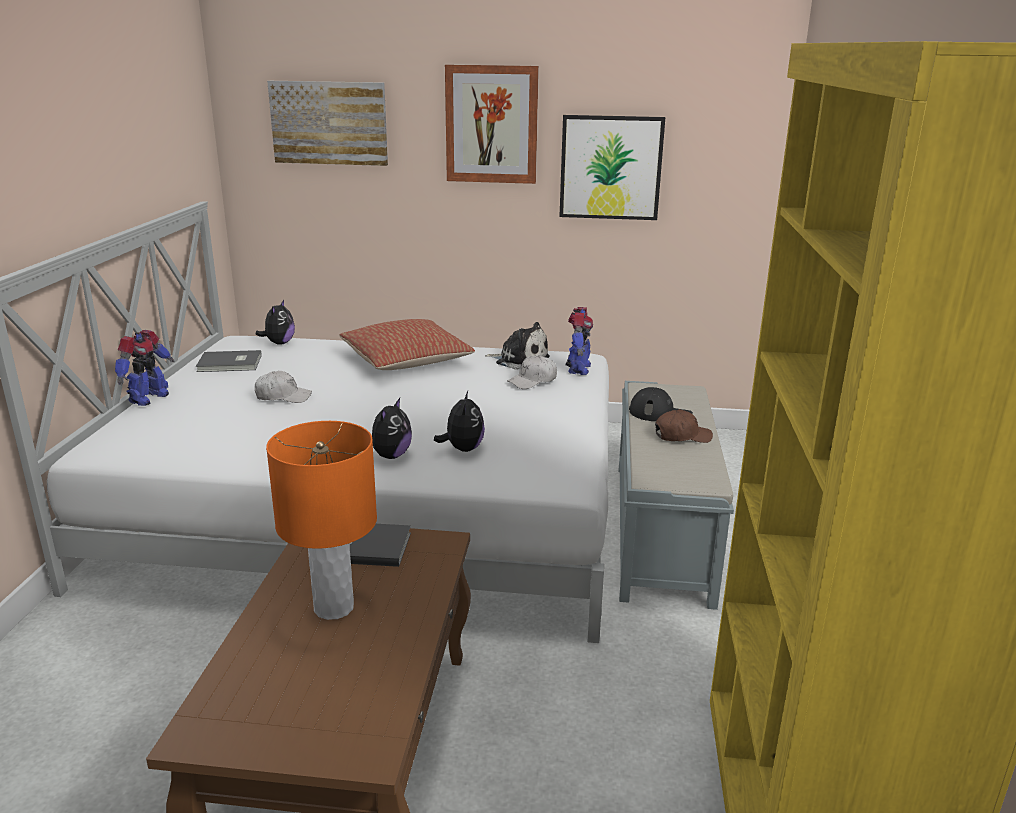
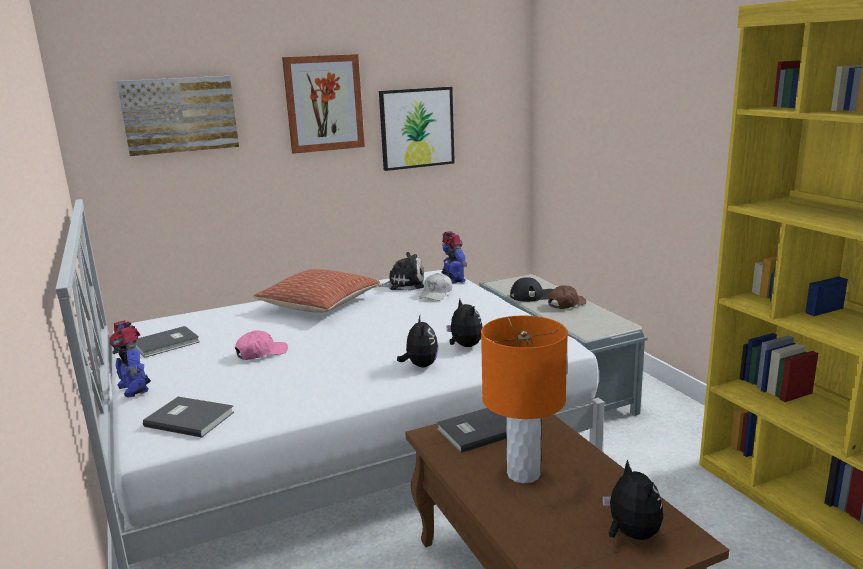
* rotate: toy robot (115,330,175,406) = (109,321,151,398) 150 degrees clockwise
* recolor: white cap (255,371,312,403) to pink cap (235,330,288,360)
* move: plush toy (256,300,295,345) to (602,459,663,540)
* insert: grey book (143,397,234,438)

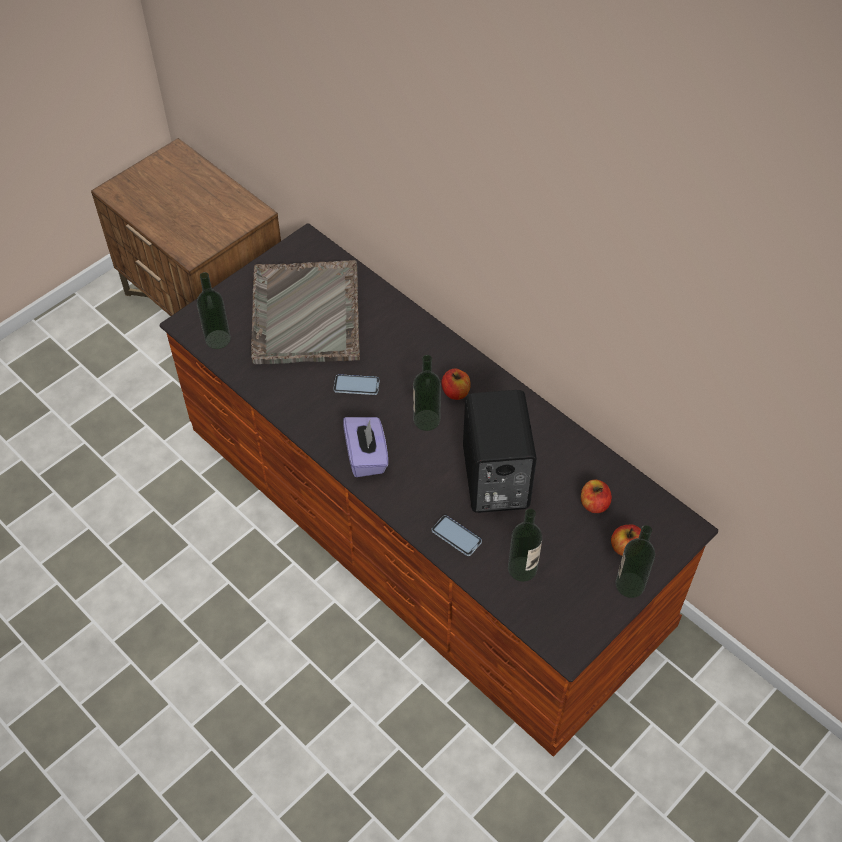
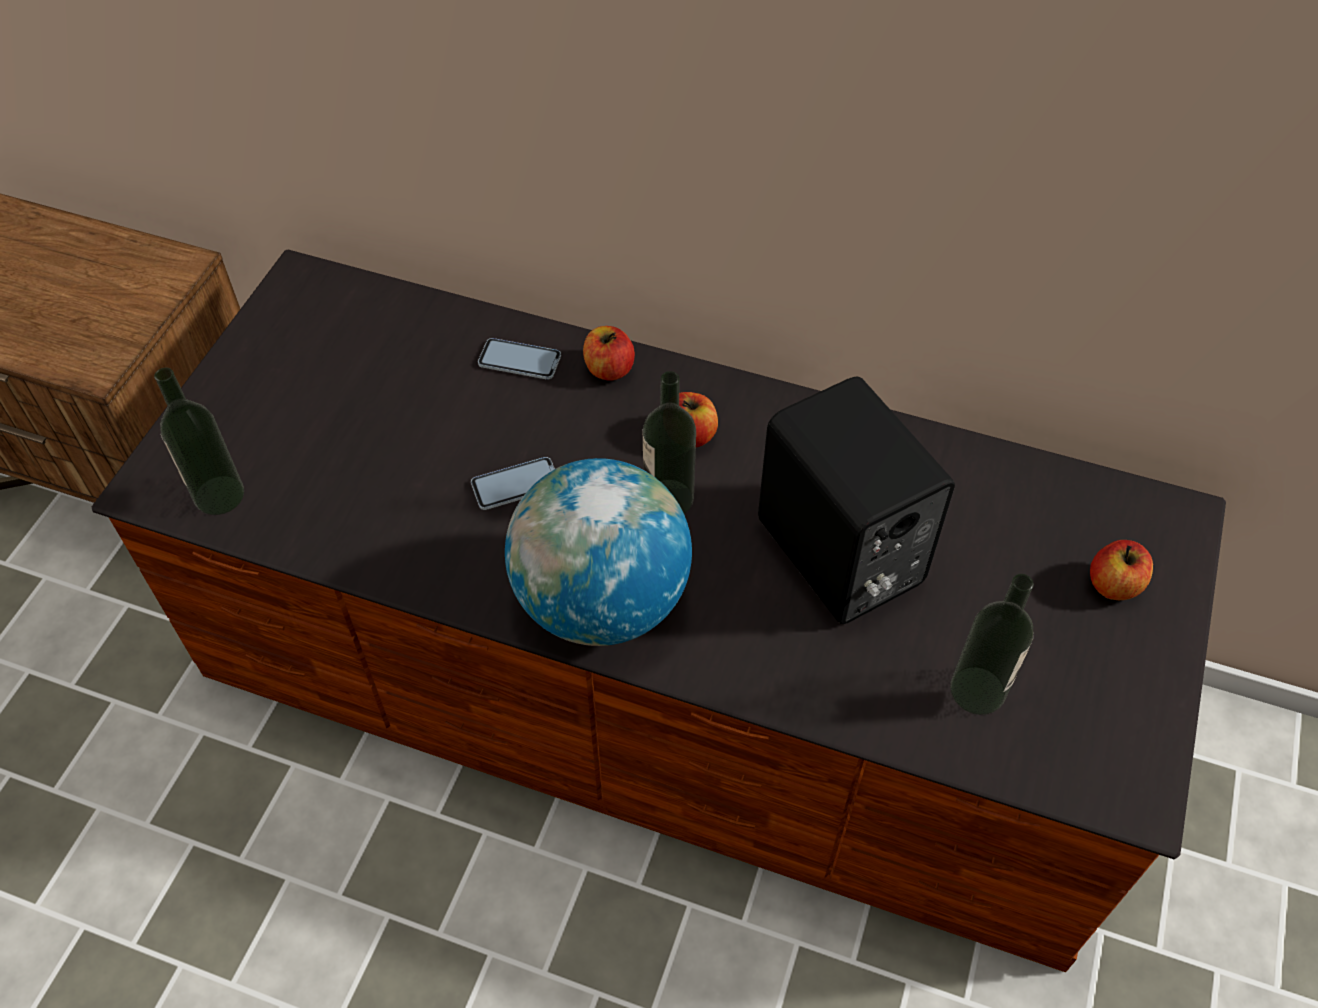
* delete: grey tray (251,260,360,364)
* replace: purple tissue box (343,417,388,477) to globe (505,458,692,646)
* move: phone (432,515,482,556) to (478,338,561,380)
* move: apple (581,480,612,513) to (583,326,635,381)
* delete: bottle (615,525,655,598)

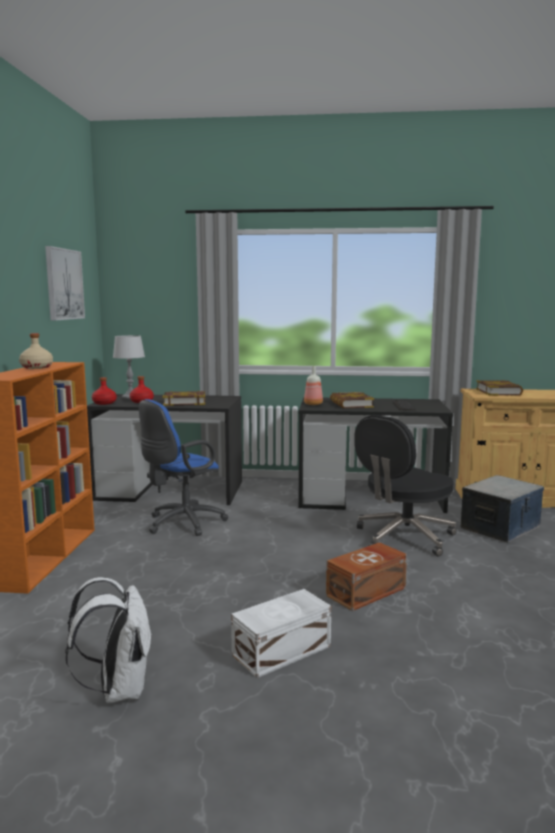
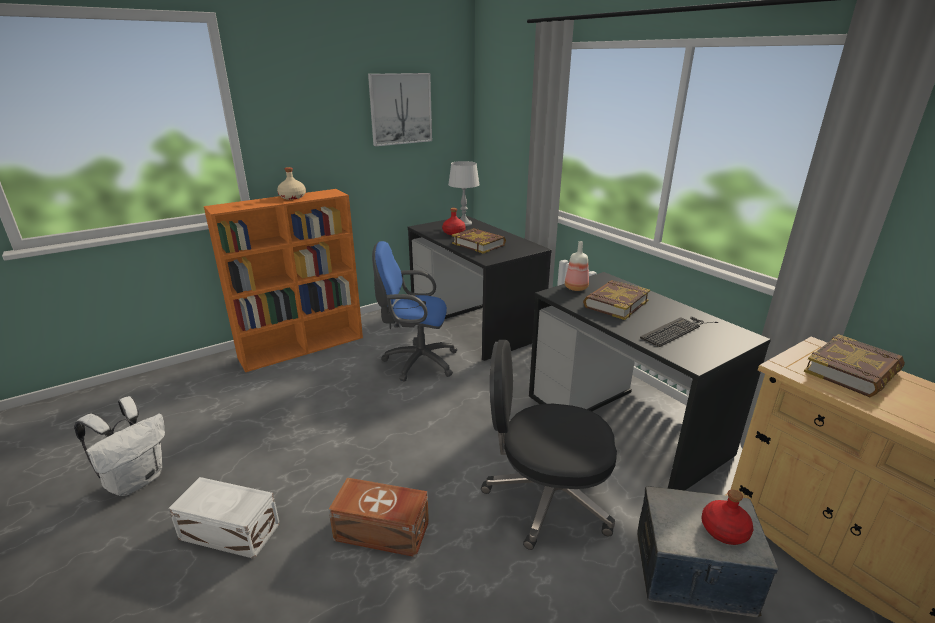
* move: red bottle (92,377,117,405) to (701,489,753,545)

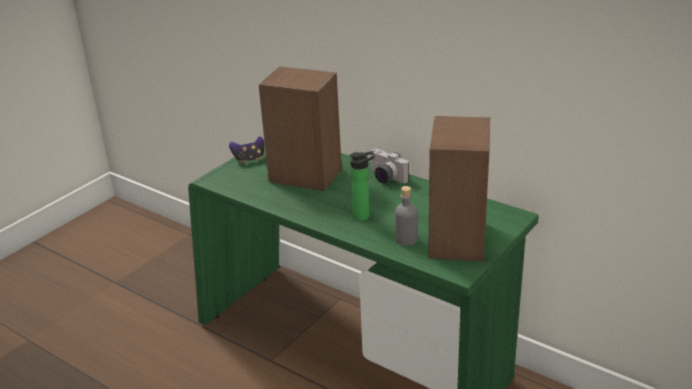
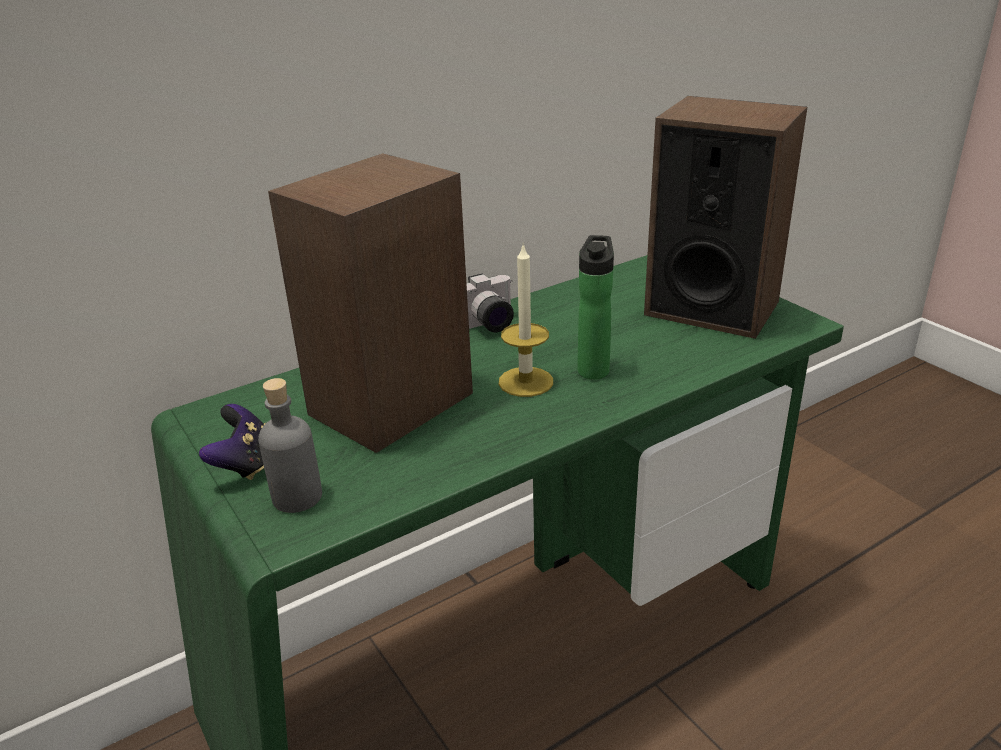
* move: grey bottle (395,186,418,246) to (258,378,322,513)
* insert: candle (499,244,553,397)

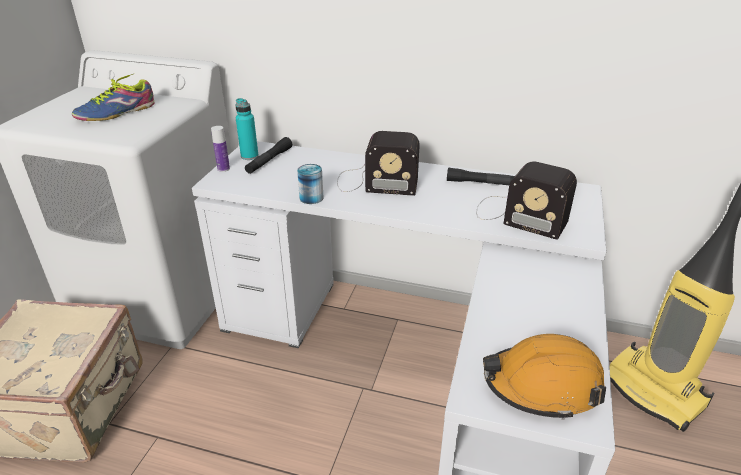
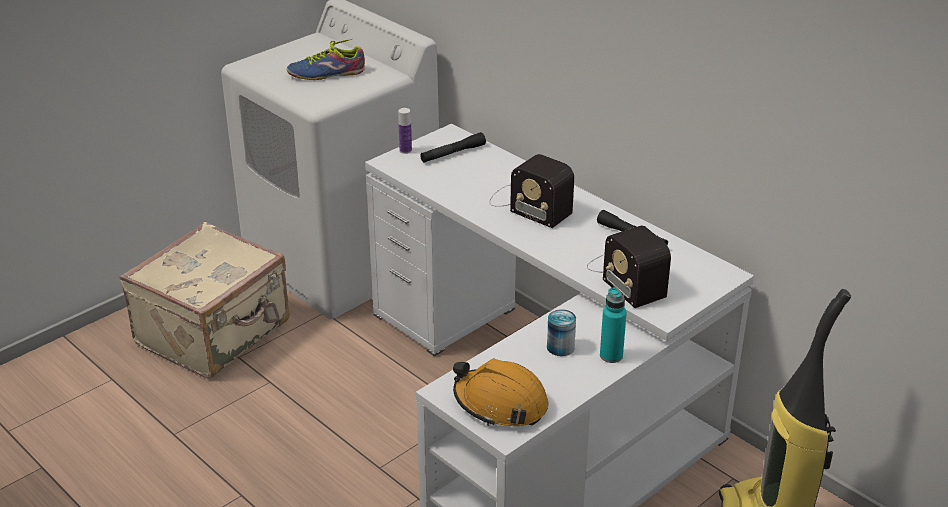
* move: turquoise bottle (236,98,259,160) to (600,288,627,363)
* move: can (297,164,324,204) to (547,309,576,356)

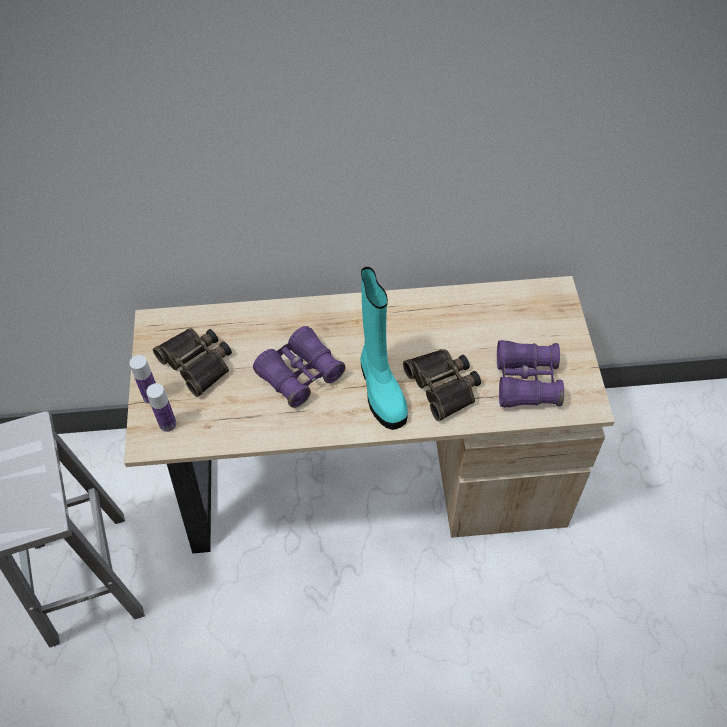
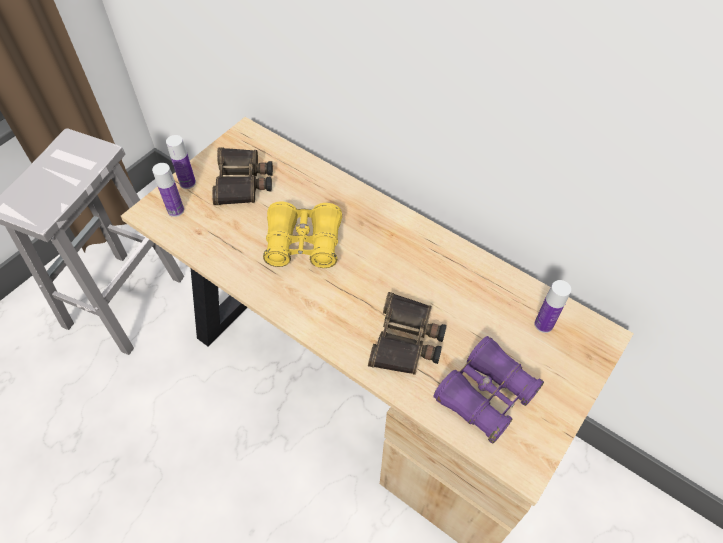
* recolor: purple binoculars (253,326,345,408) to yellow binoculars (263,202,342,268)
* delete: turquoise boot (361,267,408,430)
* insert: bottle (534,280,571,333)

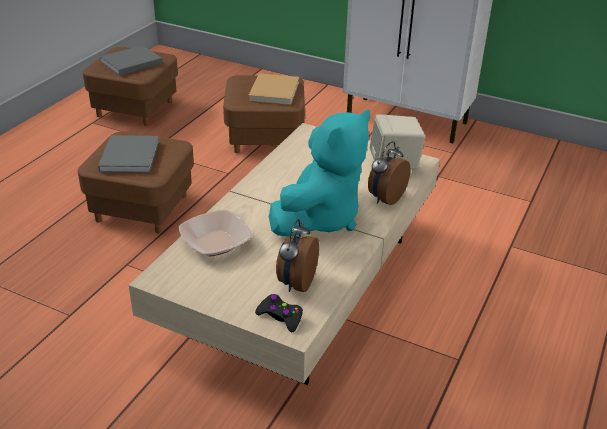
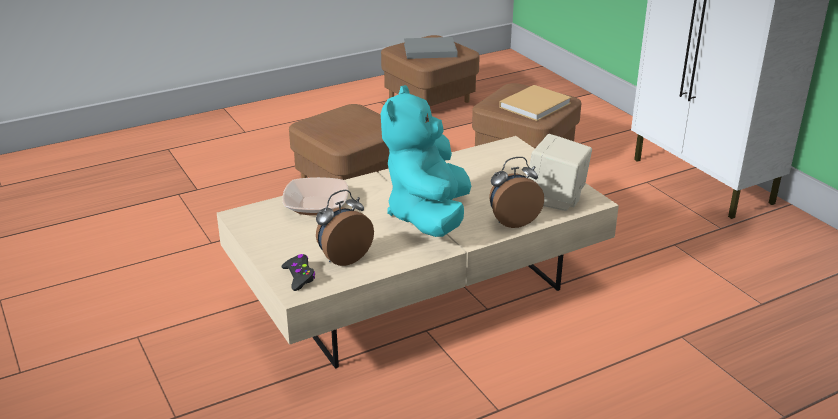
* delete: grey book (98,135,159,173)
* rotate: turquoise plush toy (269,110,370,237) = (381,85,471,237) 120 degrees clockwise

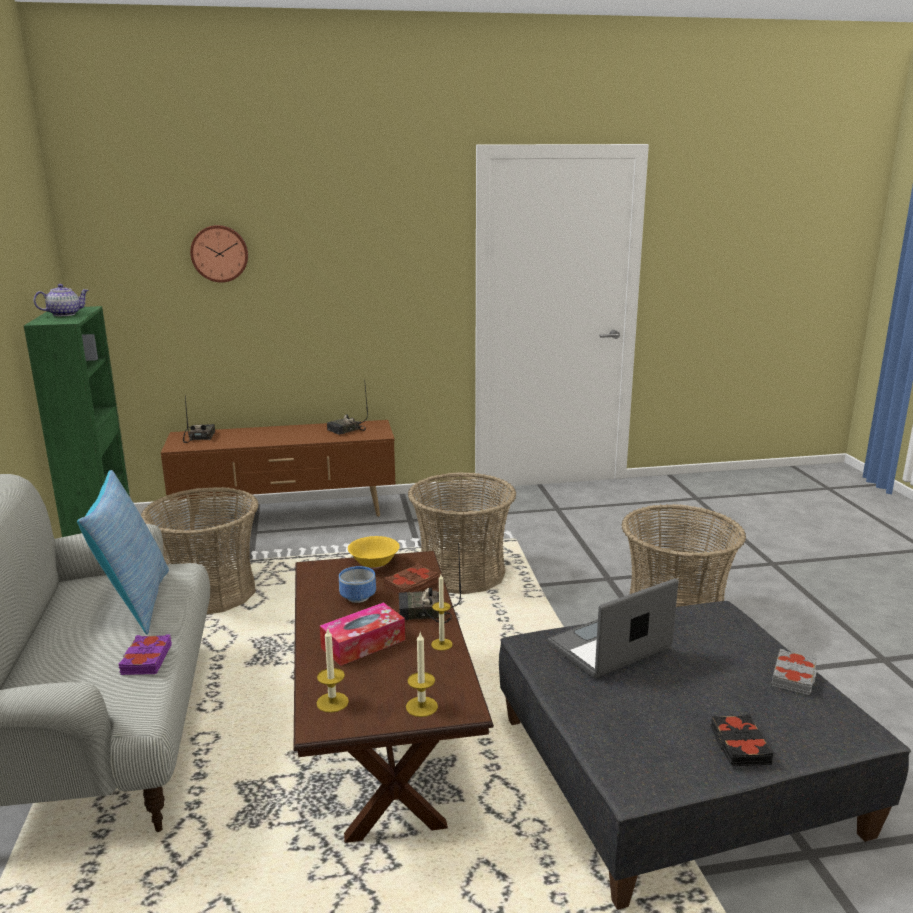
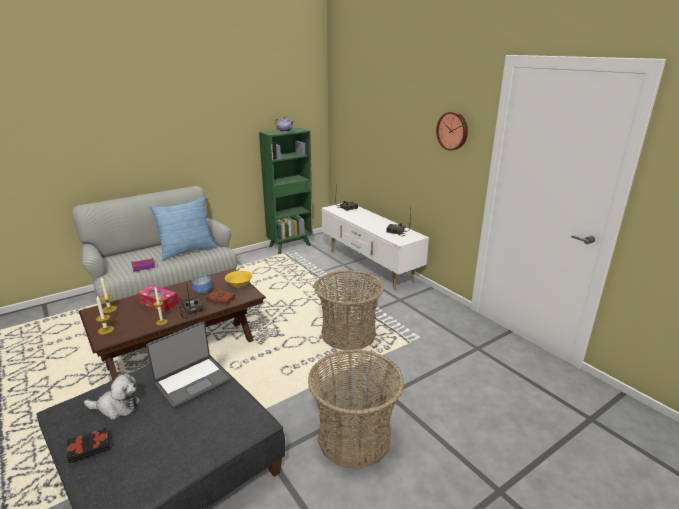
* delete: basket (141,487,259,614)
* recolor: brown tv stand (161,420,395,529) to white tv stand (322,203,429,289)
* move: wall clock (190,225,248,283) to (436,112,468,151)
* rotate: laptop (548,578,678,678) = (146,321,231,409) 105 degrees clockwise
* delete: grey book (772,649,817,695)
* insert: plush toy (84,374,140,420)

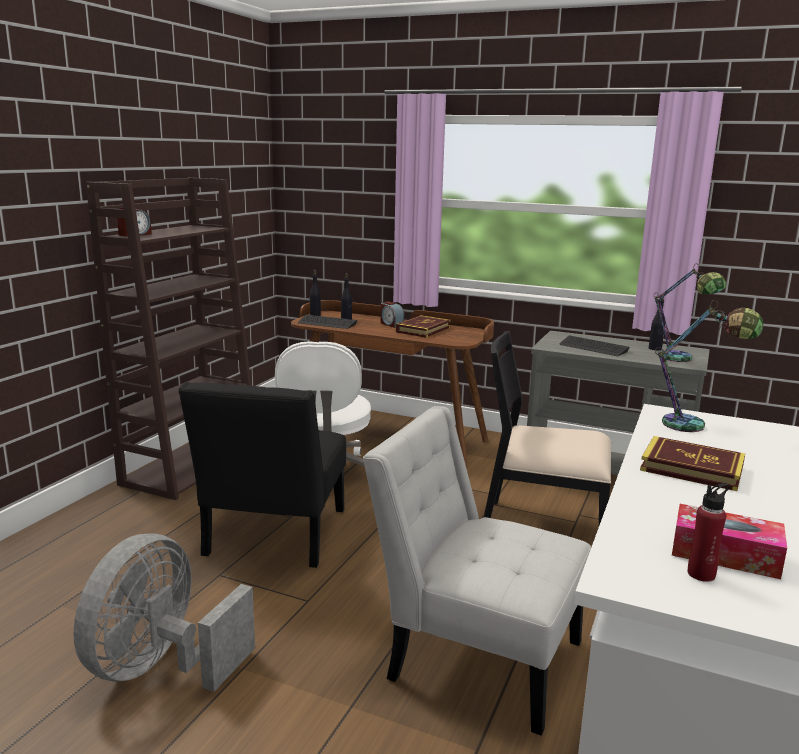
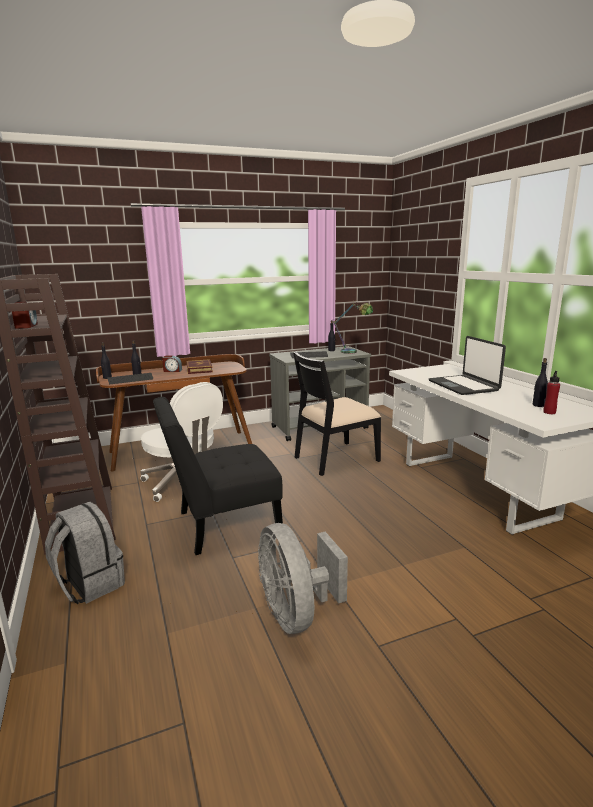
* rotate: black chair (178,382,346,568) = (153,397,283,555) 105 degrees clockwise
* delete: white chair (363,406,591,736)
* replace: book (640,436,745,491) to laptop (429,336,506,395)
* delete: table lamp (655,300,763,432)
* replace: tissue box (672,504,787,579) to black bottle (532,358,548,407)
* insert: grey backpack (45,502,125,605)

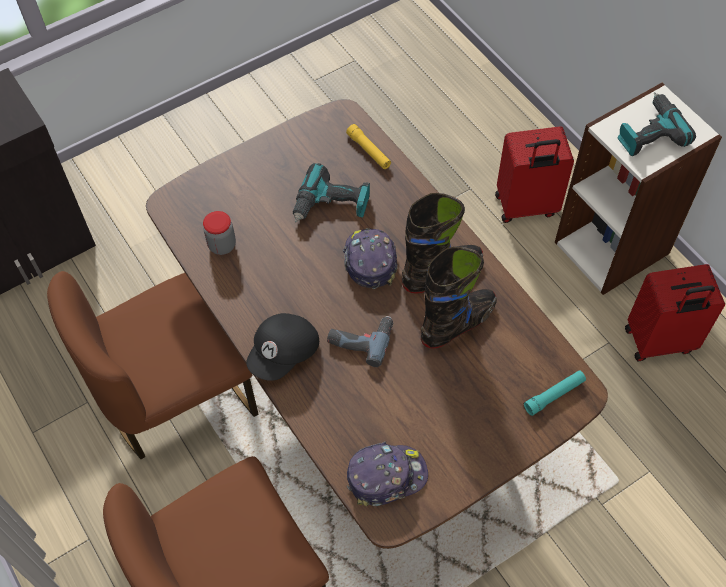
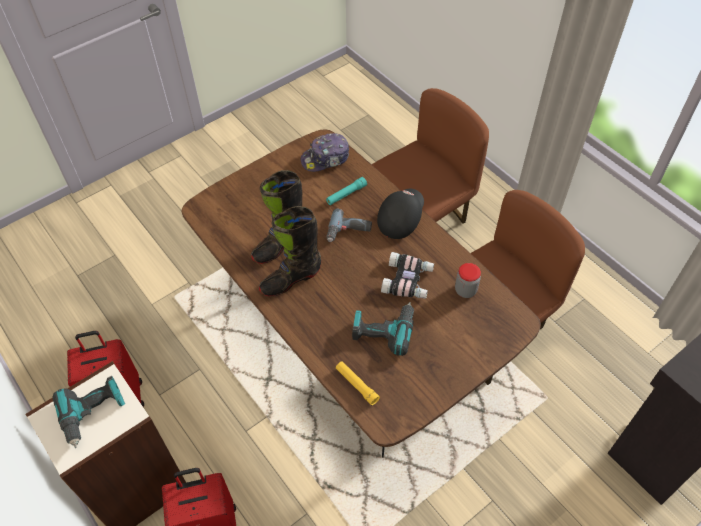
* delete: cap (343,228,398,289)
* move: turquoise flashlight (524,370,586,416) to (326,177,367,205)
* insert: binoculars (381,252,434,299)

